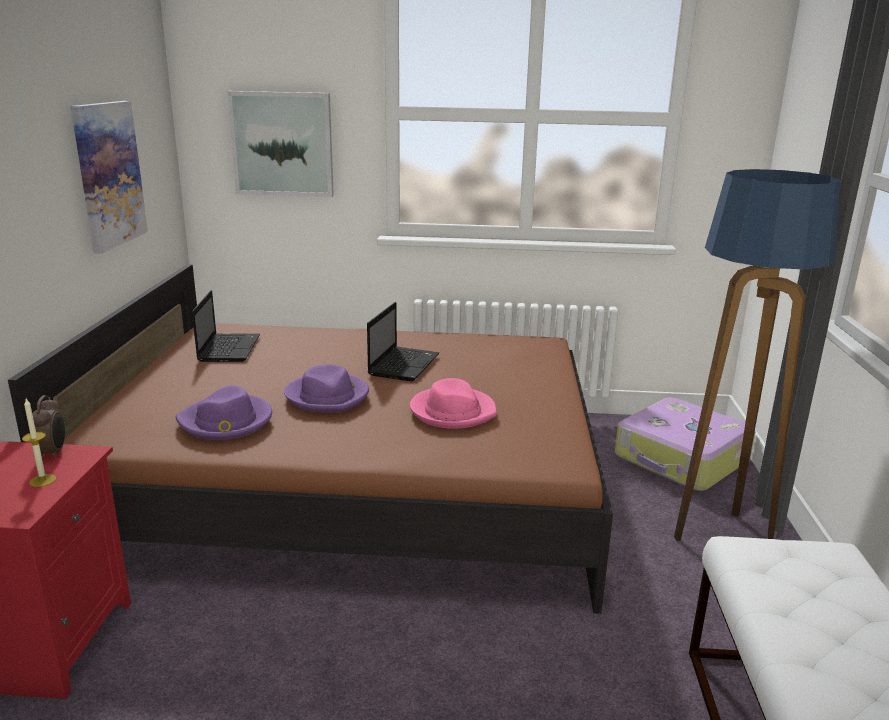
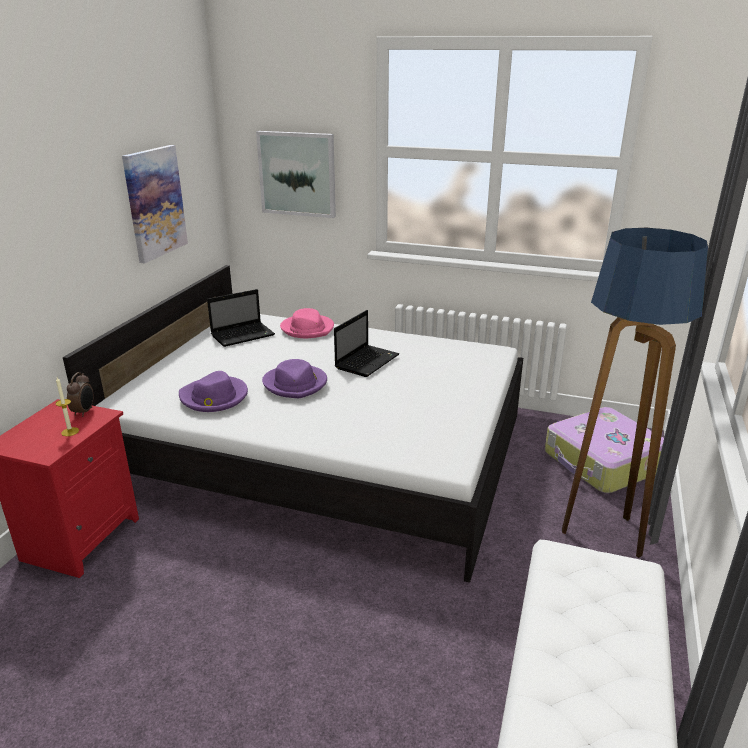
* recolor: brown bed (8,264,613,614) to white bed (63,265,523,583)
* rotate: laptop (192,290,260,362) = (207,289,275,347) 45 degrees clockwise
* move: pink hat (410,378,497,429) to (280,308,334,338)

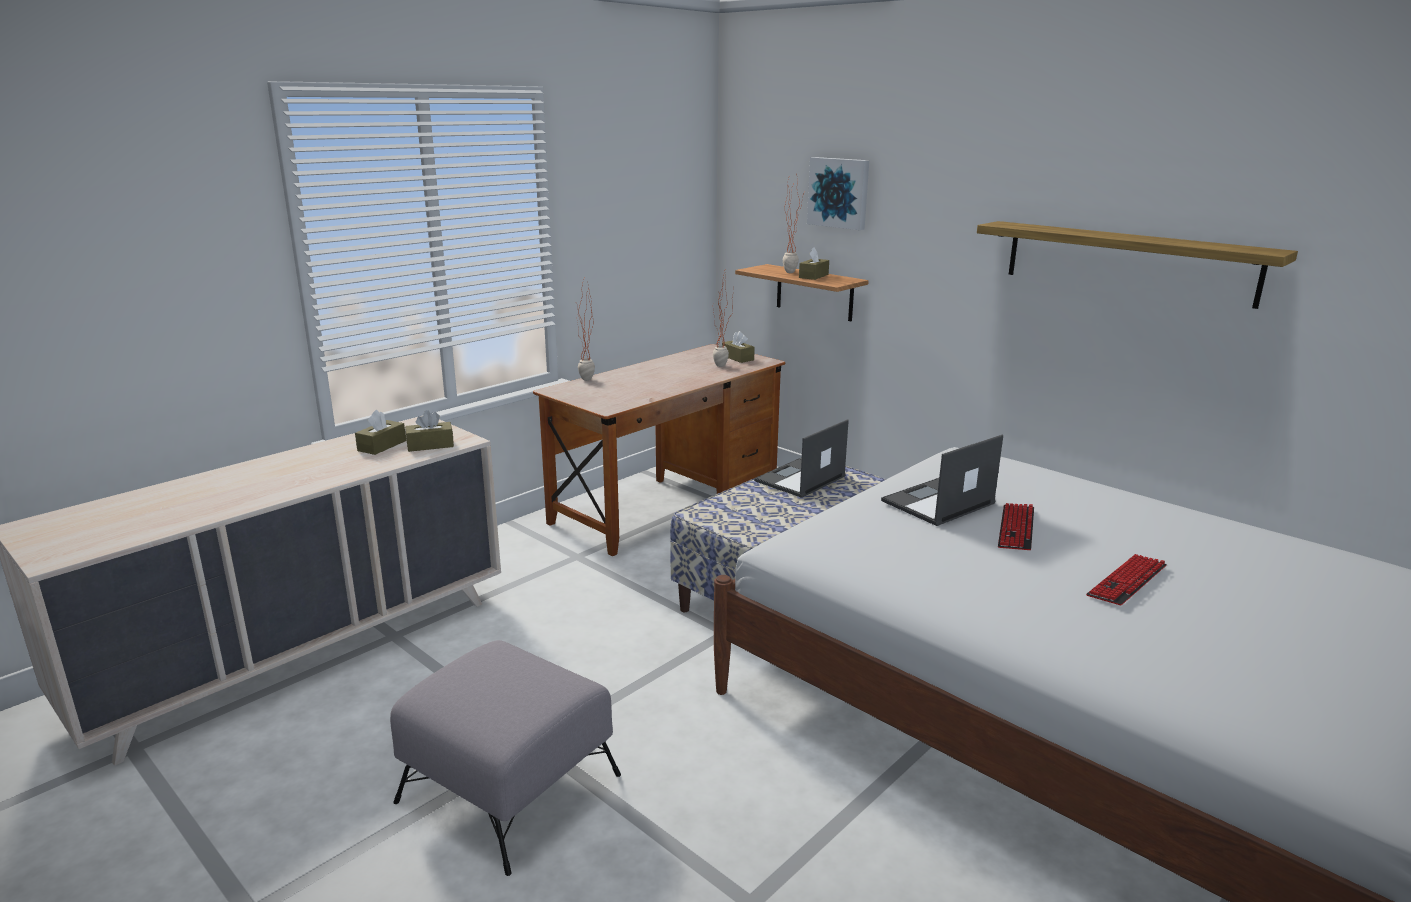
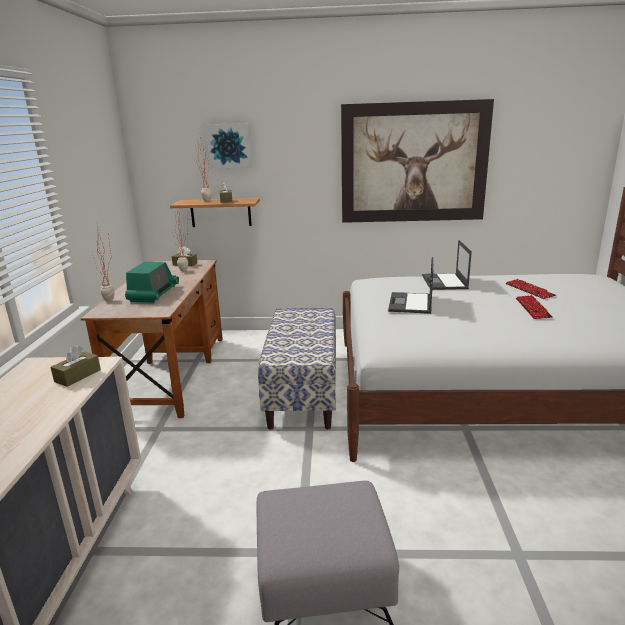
* delete: brown tissue box (355,410,406,455)
* move: laptop (754,419,849,498) to (422,240,472,290)
* replace: shelf (977,221,1298,309) to picture (341,99,494,223)
* move: keyboard (998,503,1034,550) to (506,279,556,299)
* insert: radio (125,262,179,302)

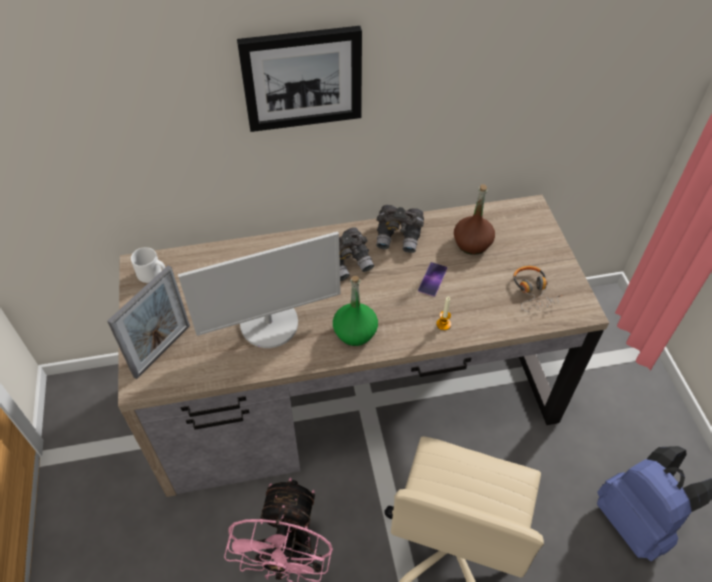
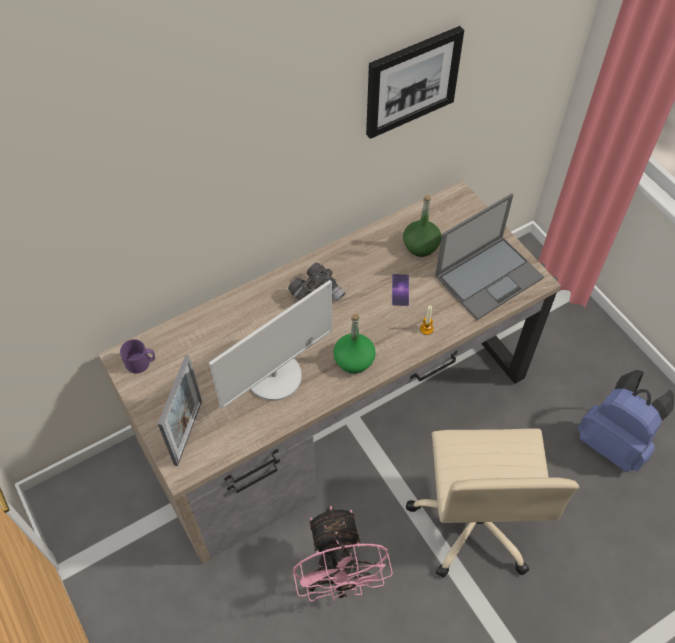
* recolor: white mug (131,247,165,283) to purple mug (120,339,155,373)
* move: picture (237,26,362,132) to (366,26,464,139)
* delete: grey binoculars (376,205,424,253)
* recolor: brown bottle (454,184,495,255) to green bottle (403,195,441,257)
* replace: headphones (513,266,563,312) to laptop (435,193,544,320)

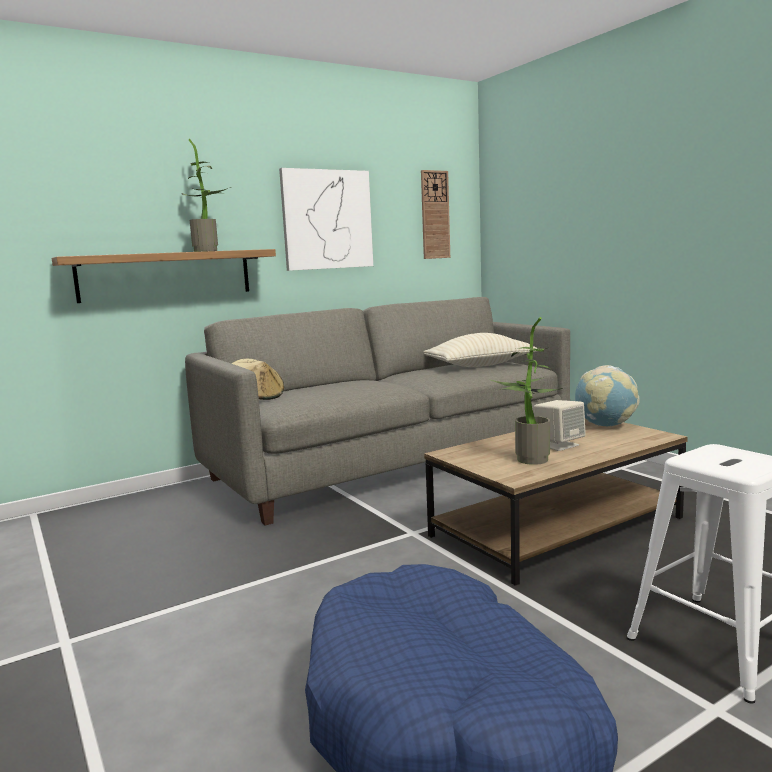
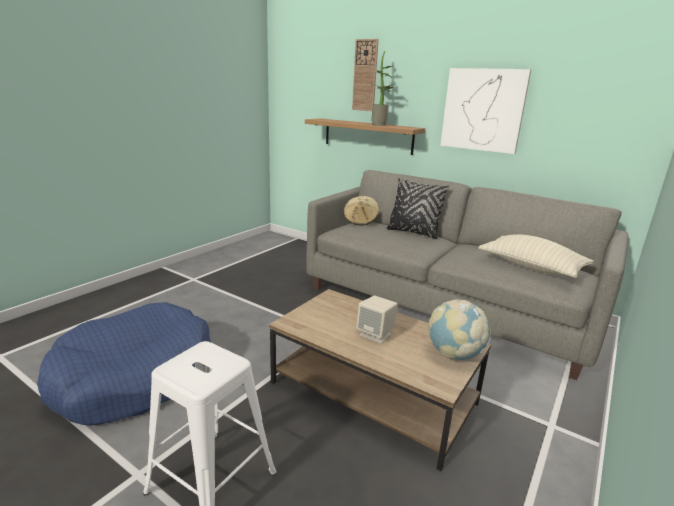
* move: wall clock (421,170,450,259) to (352,39,379,111)
* delete: potted plant (489,317,563,465)
* insert: black pillow (386,177,449,239)

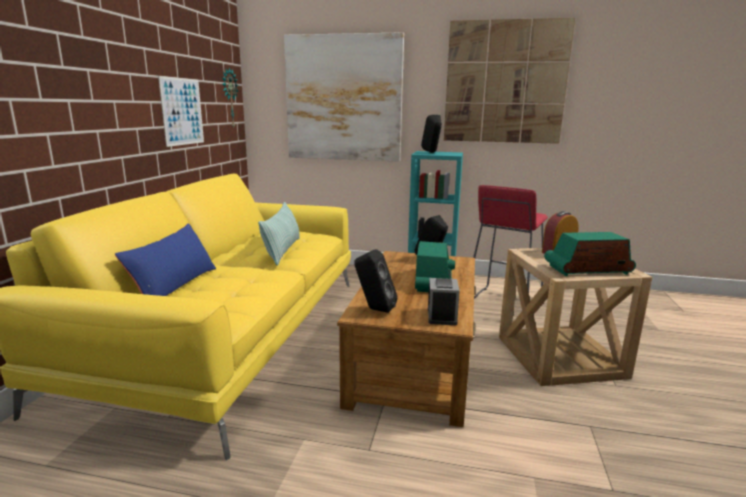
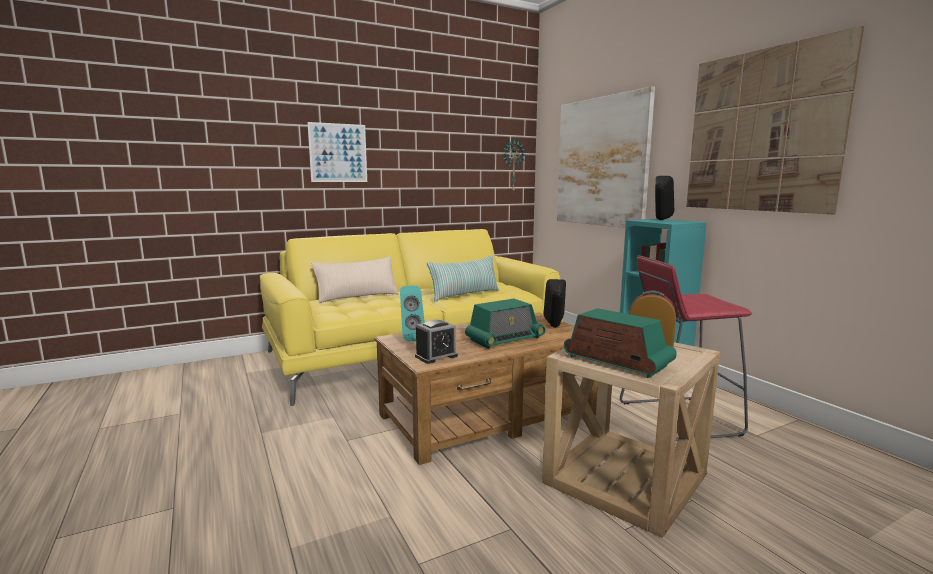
* recolor: blue pillow (115,223,216,296) to beige pillow (311,257,399,303)
* move: picture (158,76,204,147) to (307,122,367,182)
* recolor: black speaker (354,249,398,313) to turquoise speaker (400,286,425,342)

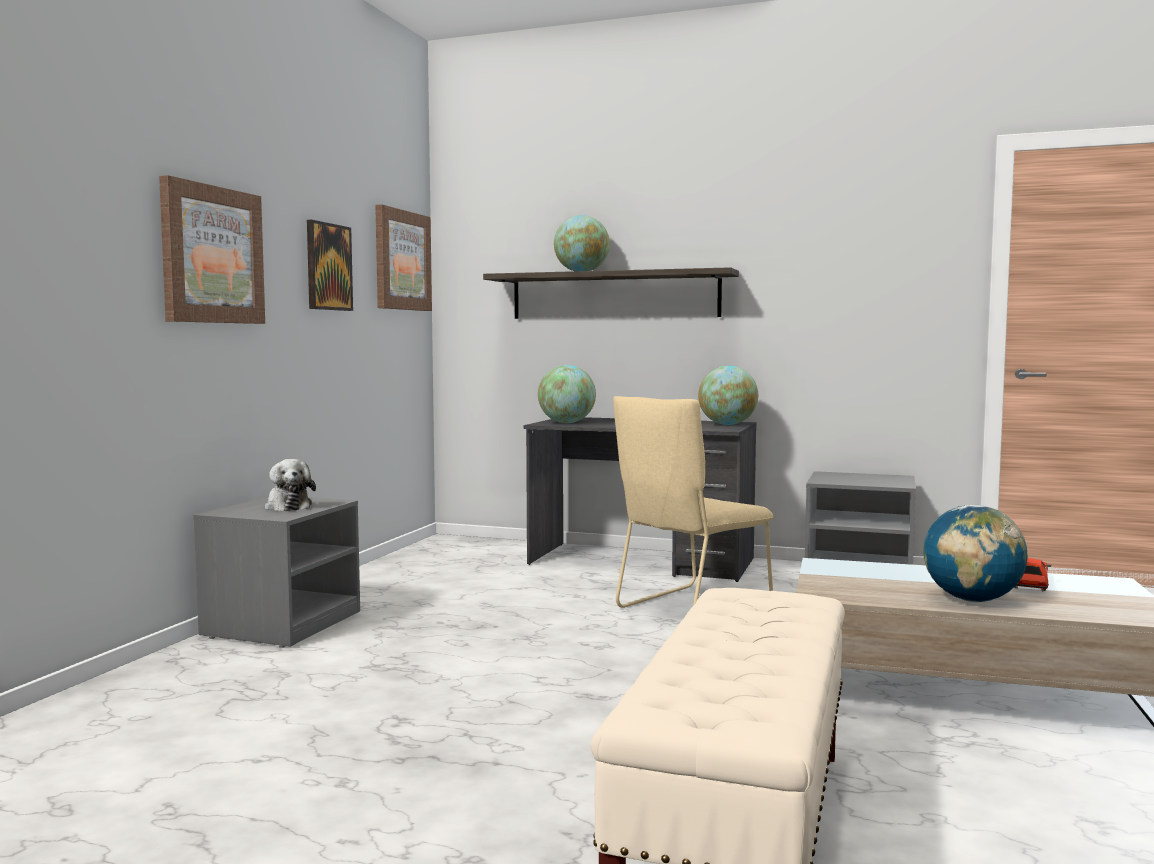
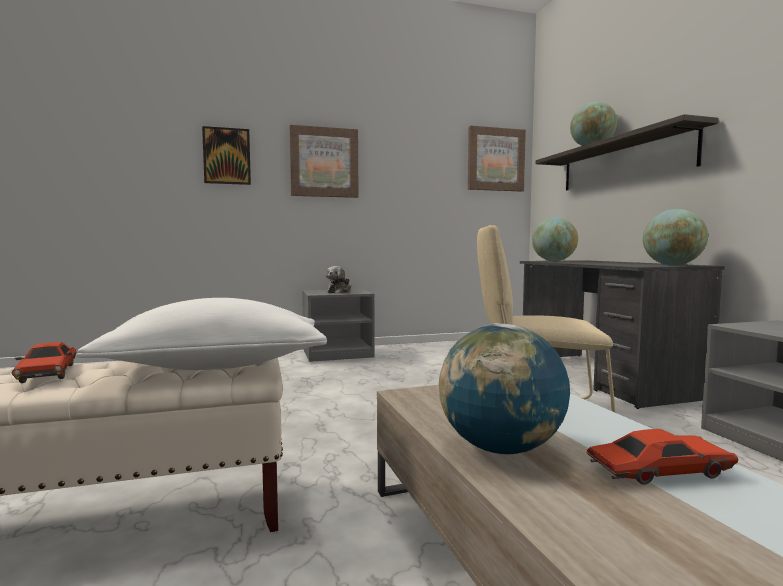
* move: picture (307,220,353,311) to (202,126,251,185)
* insert: red toy car (12,342,77,383)
* insert: white pillow (77,298,327,370)

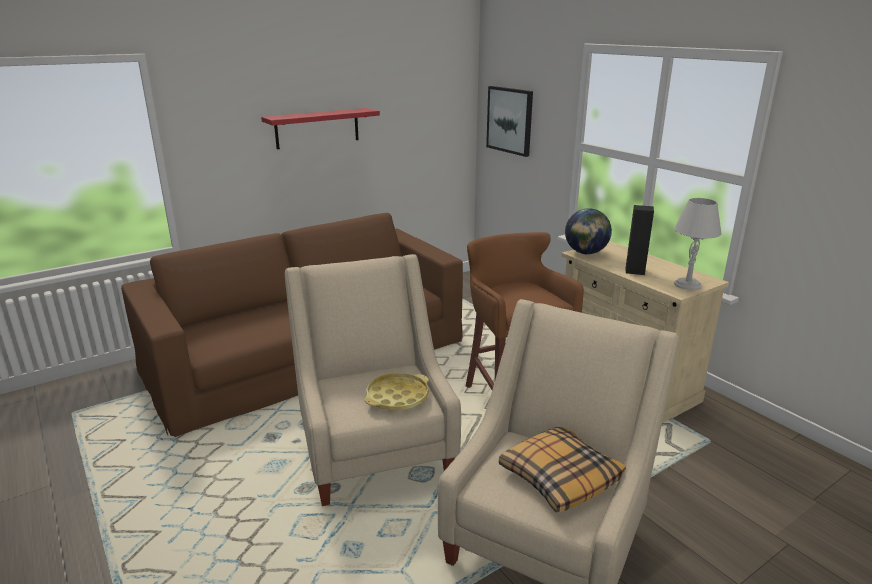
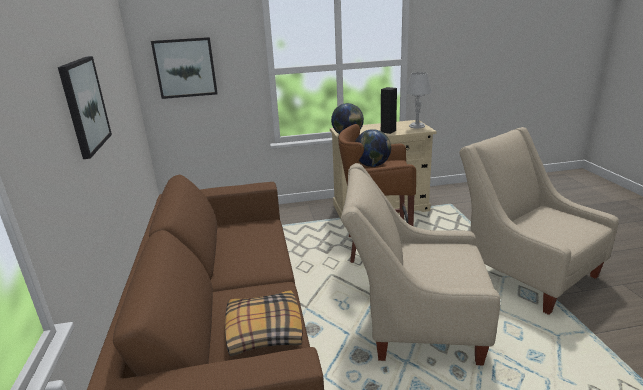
* replace: red shelf (261,108,380,149) to picture (58,56,112,159)
* delete: yellow tray (365,373,429,410)
* move: pillow (499,427,626,512) to (225,290,303,356)
* insert: globe (355,129,391,167)

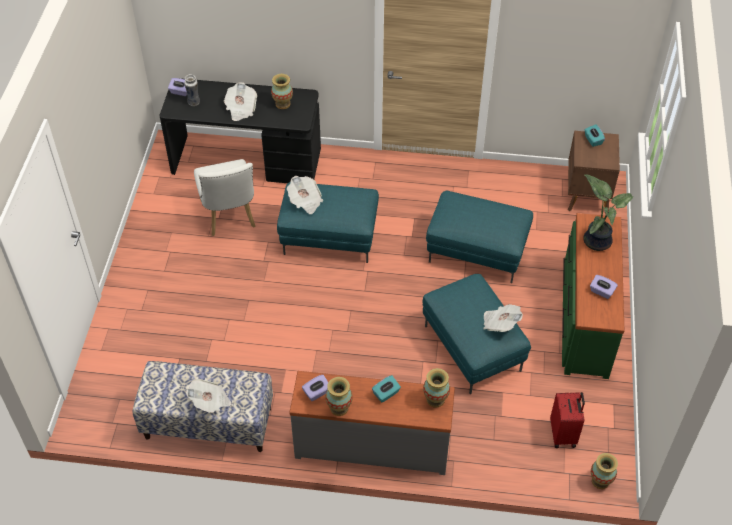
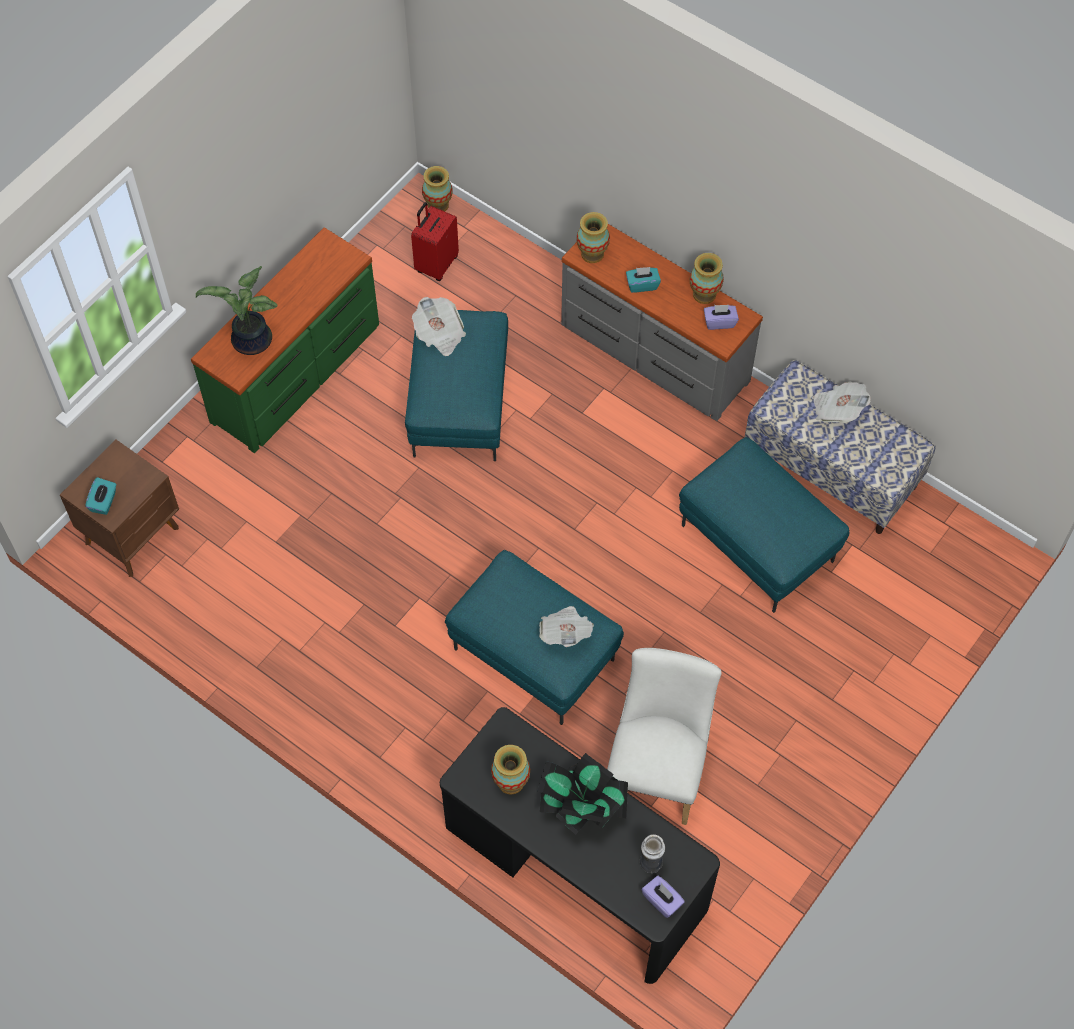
* replace: newspaper (224,82,257,121) to potted plant (537,753,628,835)
* move: turquoise ottoman (426,190,533,283) to (679,437,849,613)
* delete: purple tissue box (590,275,618,299)

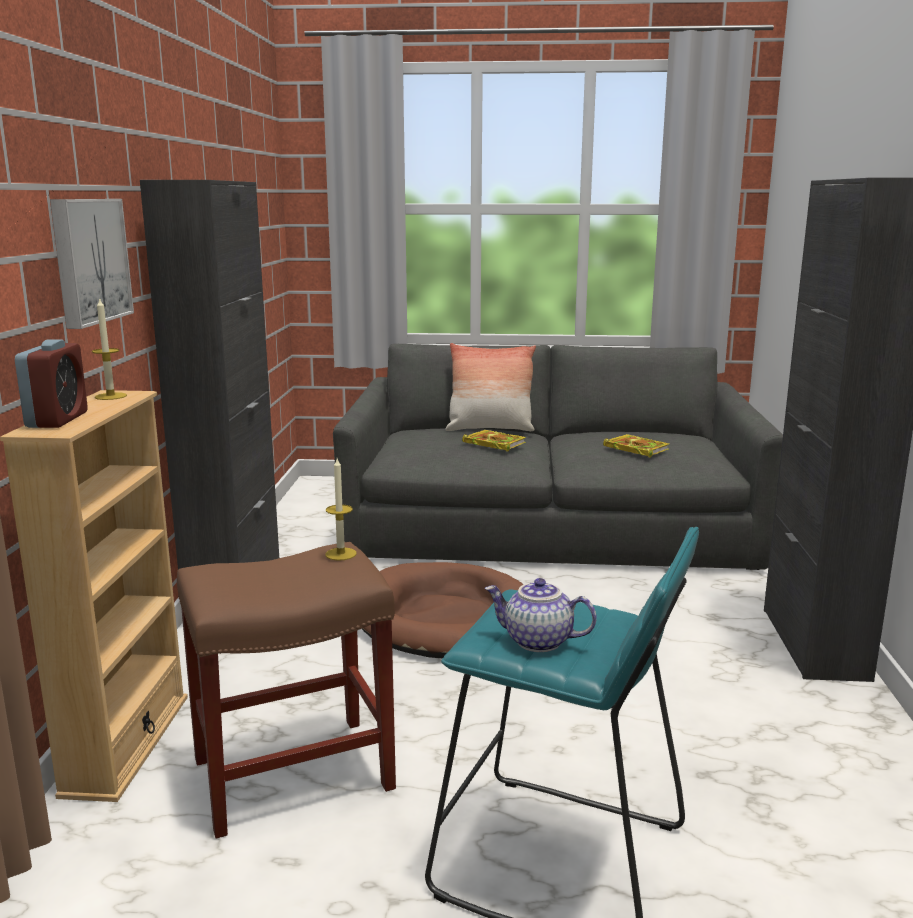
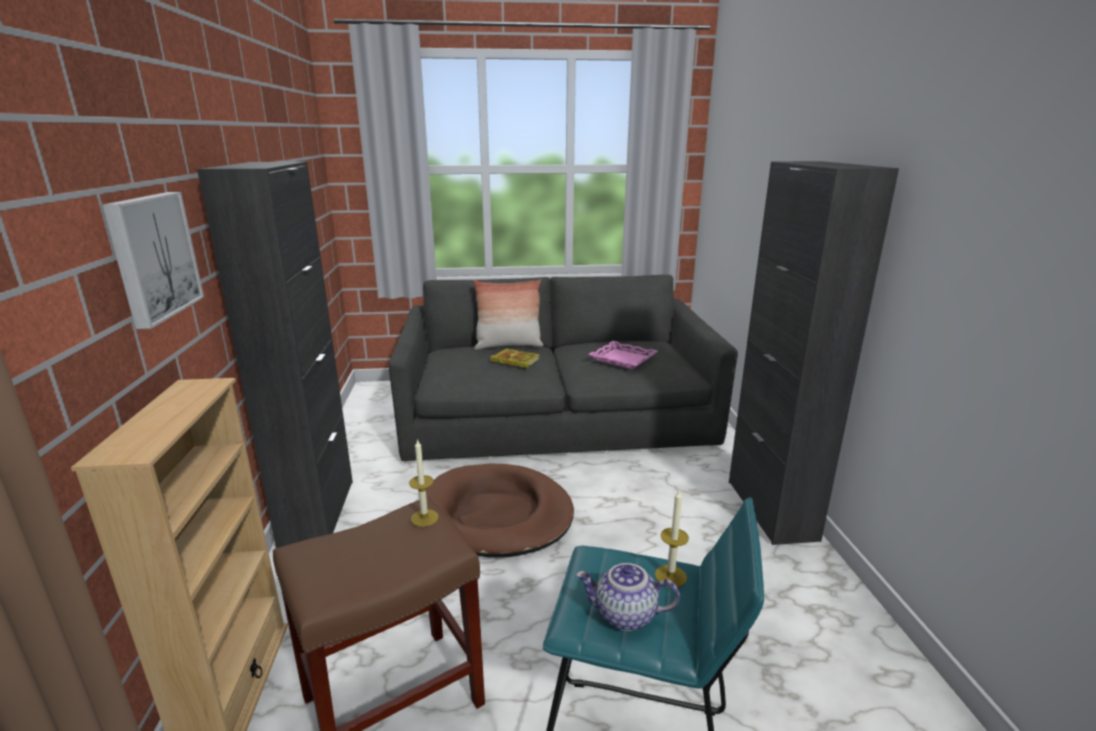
* delete: alarm clock (15,339,88,428)
* move: candle (92,297,127,400) to (655,490,689,588)
* replace: book (603,434,669,458) to pink tray (588,341,658,369)

